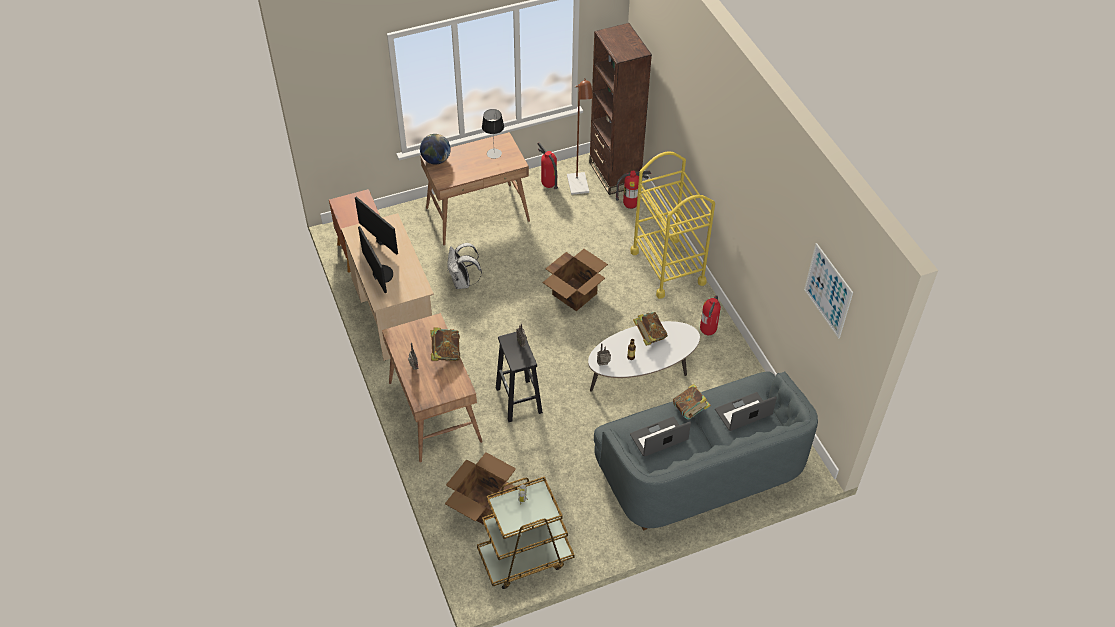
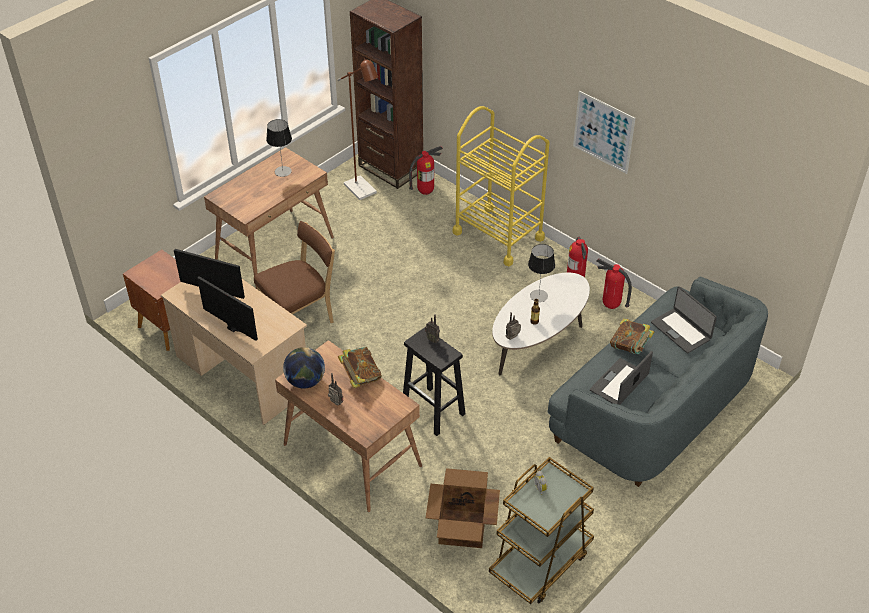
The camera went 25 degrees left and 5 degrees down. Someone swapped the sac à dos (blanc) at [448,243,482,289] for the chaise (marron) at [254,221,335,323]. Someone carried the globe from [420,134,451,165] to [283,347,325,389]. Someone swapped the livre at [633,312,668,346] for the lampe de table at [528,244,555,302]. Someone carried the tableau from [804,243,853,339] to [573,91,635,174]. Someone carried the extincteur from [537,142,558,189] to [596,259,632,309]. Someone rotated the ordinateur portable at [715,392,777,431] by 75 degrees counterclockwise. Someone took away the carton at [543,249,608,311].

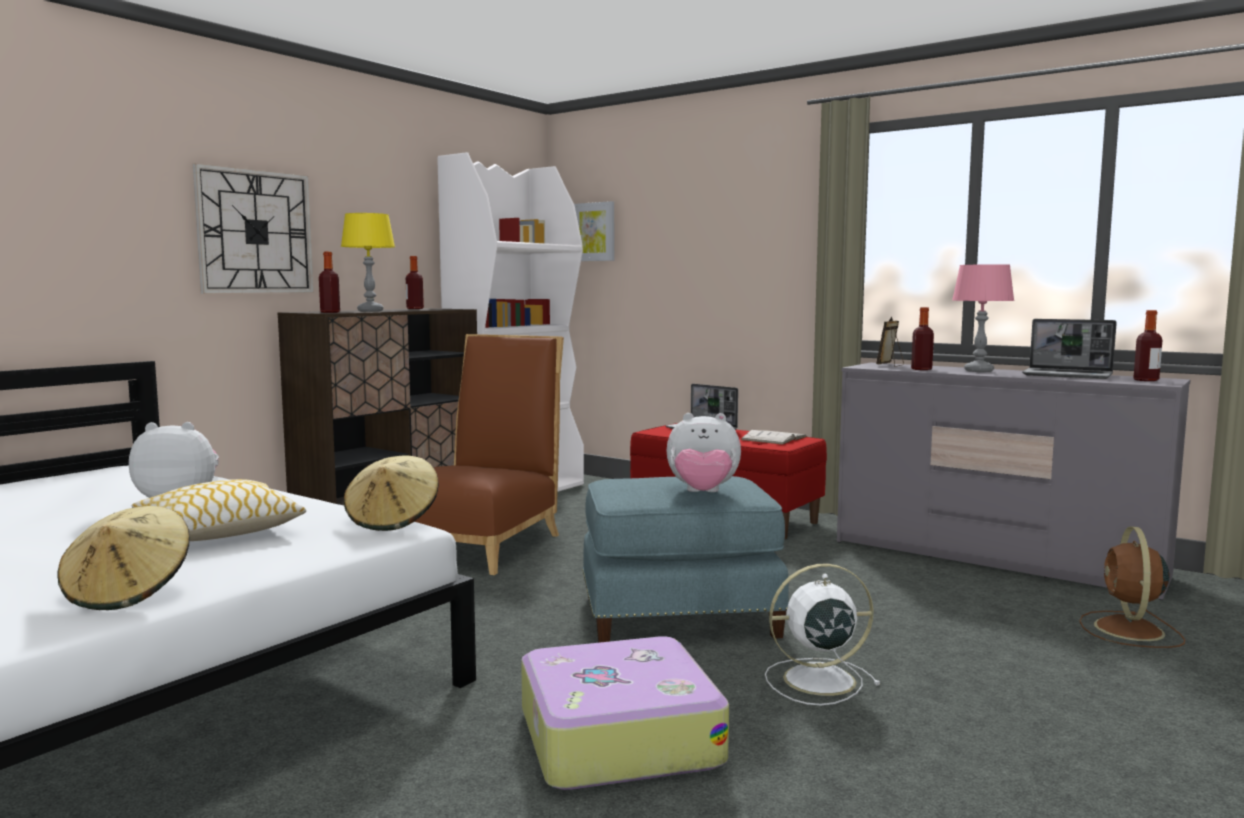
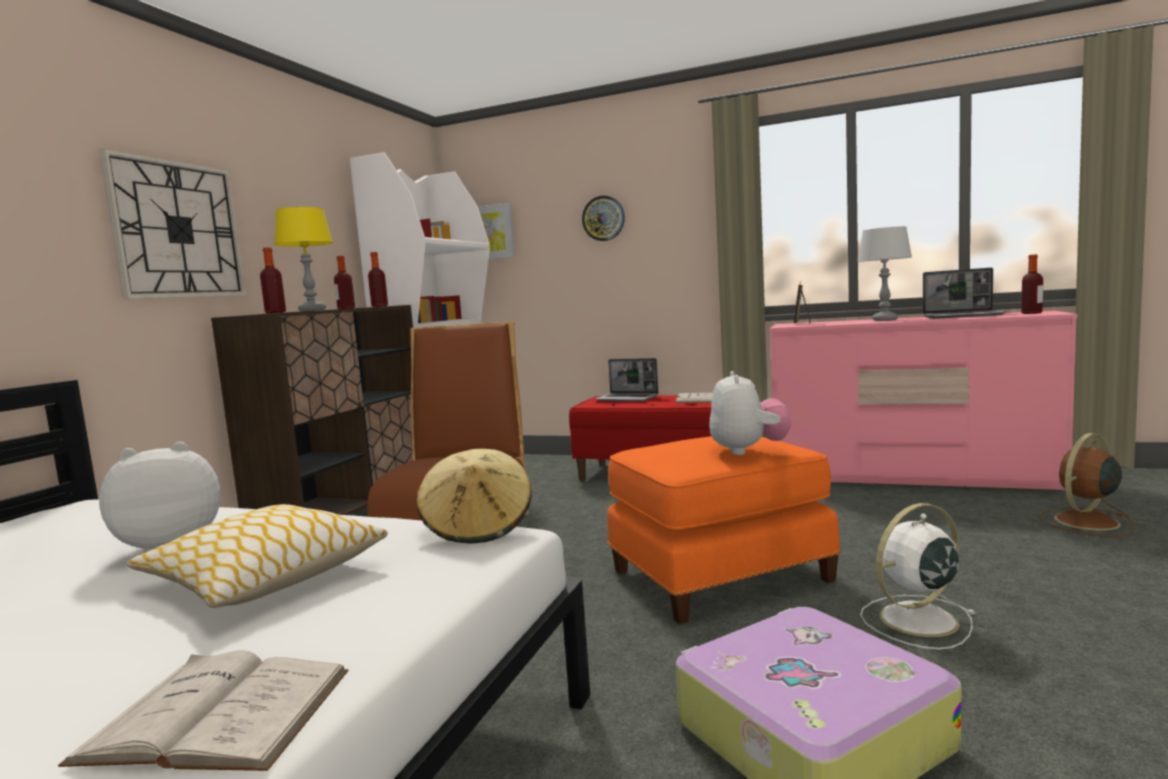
The camera went 15 degrees left and 0 degrees up. Someone swapped the chapeau (beige) at [57,506,190,610] for the livre (blanc) at [58,650,349,771]. Someone carried the bouteille from [911,307,934,370] to [368,252,388,307]. Someone put up the horloge murale at [582,196,625,241]. Someone repainted the pouf (bleu) at [583,476,789,643], which became the pouf (orange) at [607,436,840,624]. Someone rotated the peluche at [666,413,741,492] by 75 degrees counterclockwise. Someone repainted the commode (gris) at [837,363,1191,600], which became the commode (rose) at [769,311,1077,490]. Someone repainted the lampe de table (rose) at [952,264,1014,372], which became the lampe de table (gris) at [858,226,912,321]. Someone rotated the ventilateur (marron) at [1079,526,1185,648] by 60 degrees clockwise.

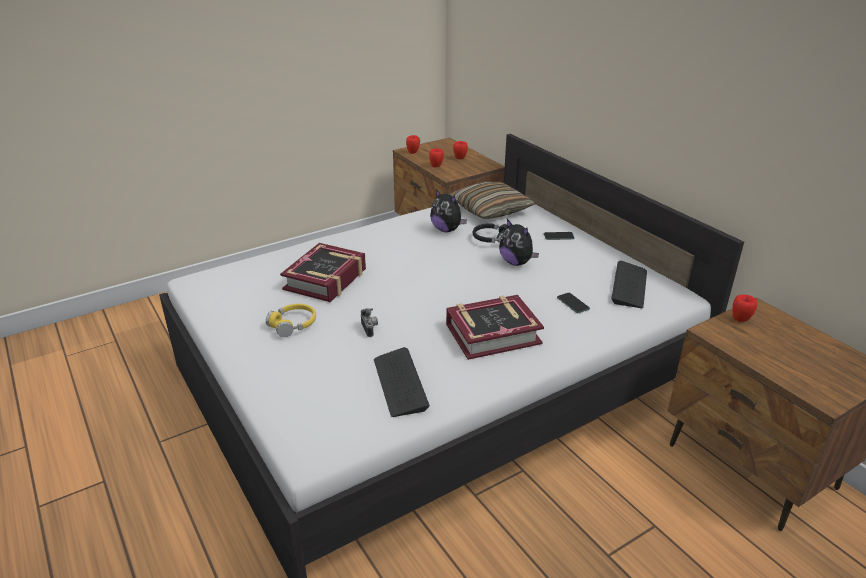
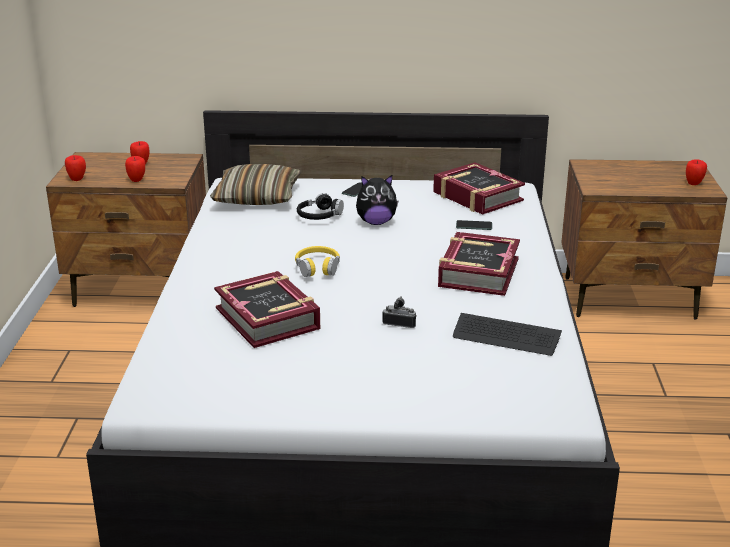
The camera went 55 degrees left and 5 degrees down. Someone carried the casque audio (jaune) from [266,304,316,337] to [295,246,340,277]. Someone swapped the clavier at [611,261,647,308] for the livre at [433,162,525,215]. Someone carried the pomme from [732,295,757,322] to [686,159,707,185]. Someone took away the peluche at [430,189,467,232].

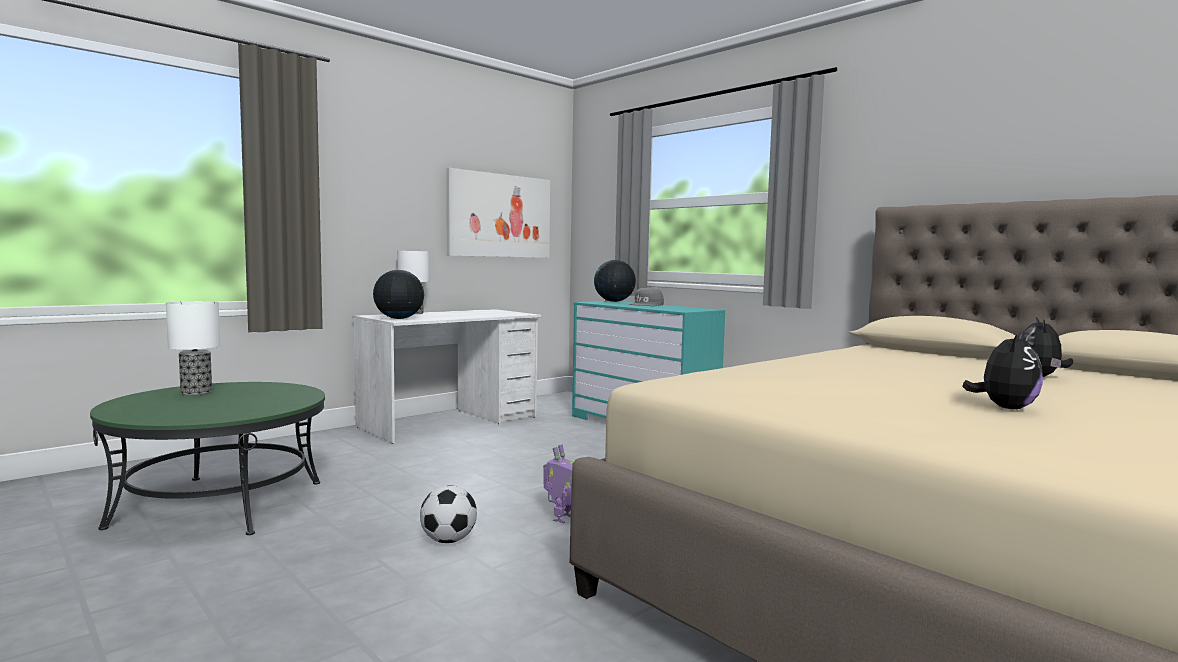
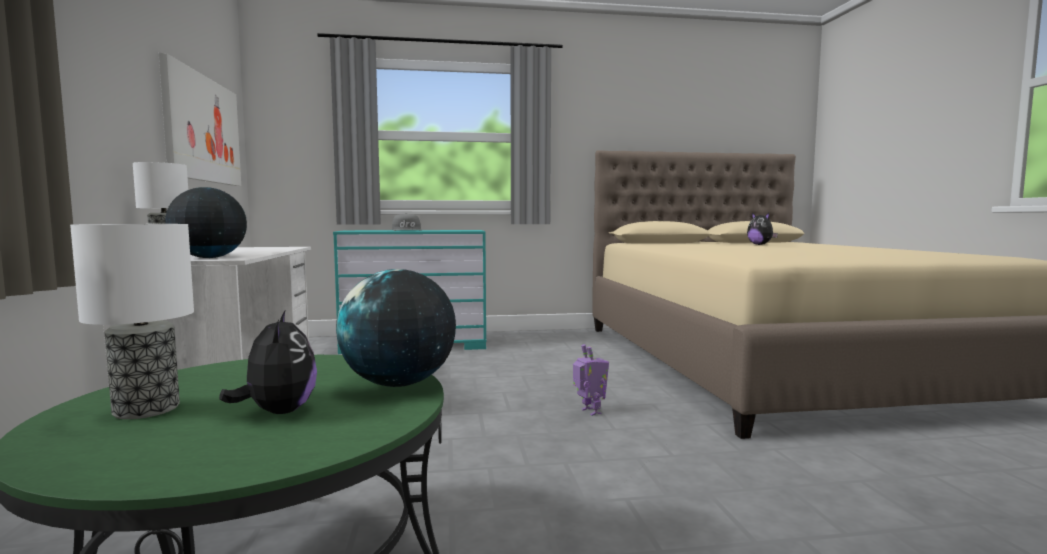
The camera went 55 degrees left and 0 degrees up. Someone carried the peluche from [962,332,1043,409] to [219,311,317,414]. Someone carried the globe from [594,260,636,302] to [336,269,456,387]. Someone took away the ballon de foot at [420,485,477,543].

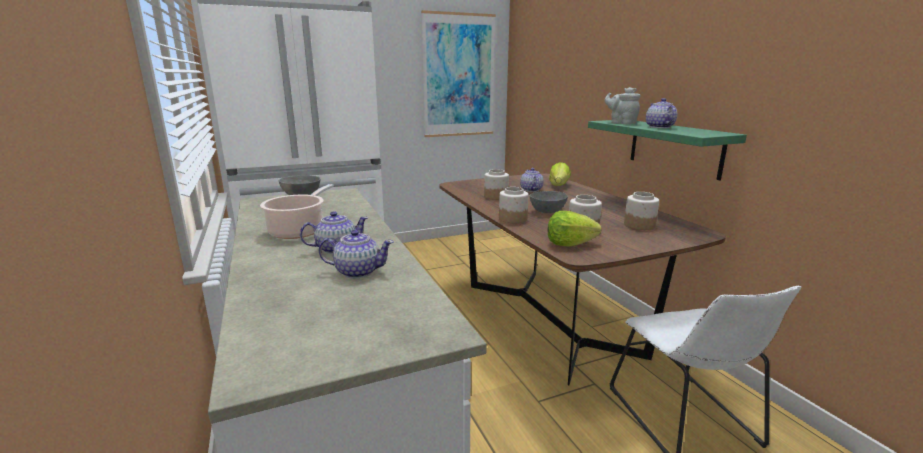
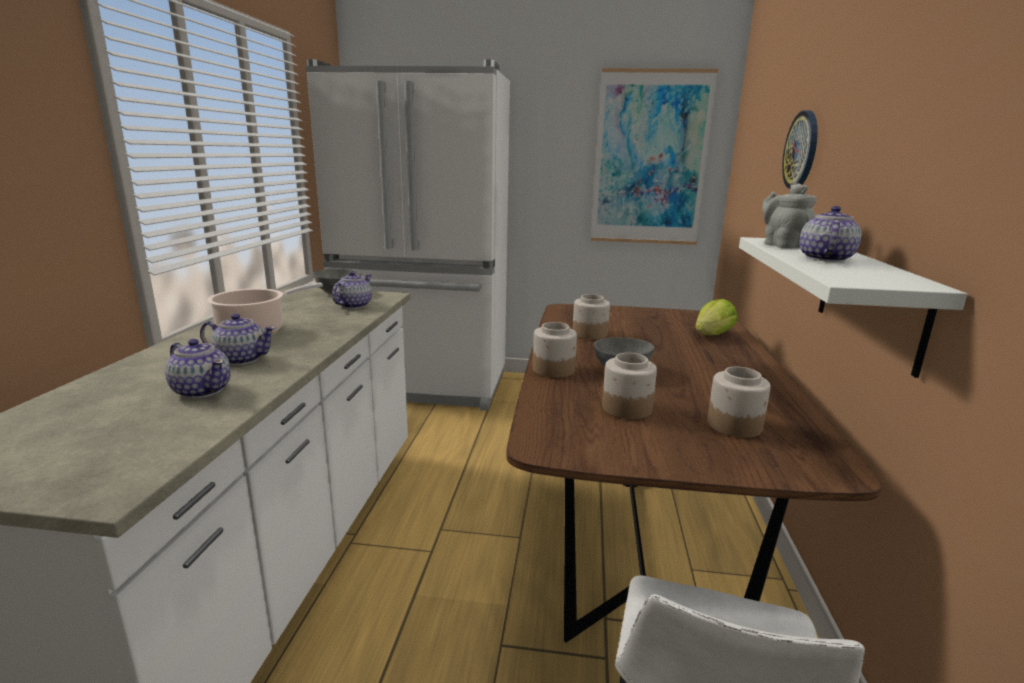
The camera went 30 degrees right and 0 degrees up. Someone carried the théière from [520,168,544,192] to [332,271,372,309]. Someone repainted the étagère (vert) at [588,120,747,180], which became the étagère (blanc) at [739,237,967,378]. Someone put up the horloge murale at [782,110,818,189]. Someone took away the laitue at [548,211,602,247].

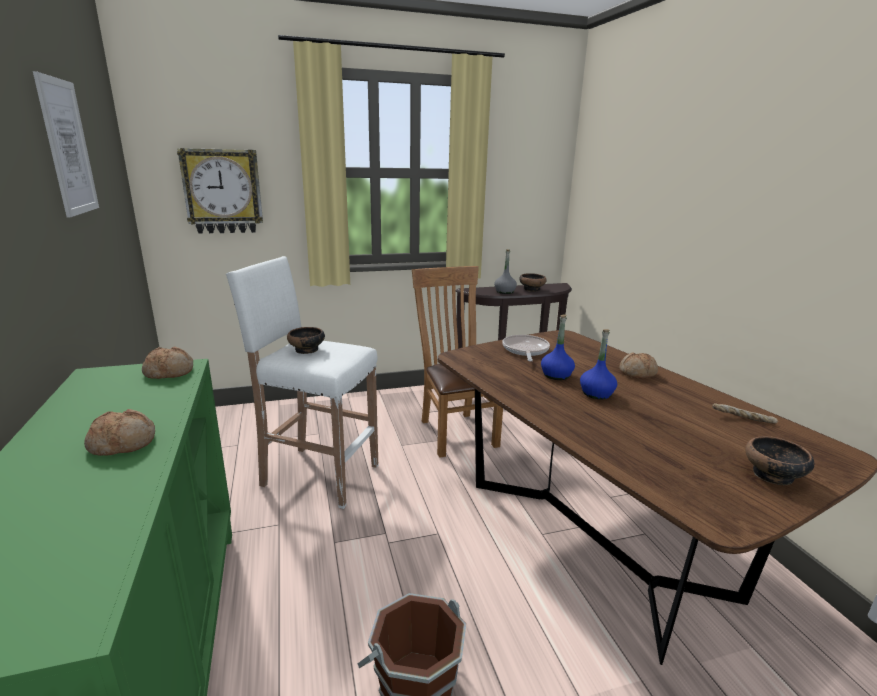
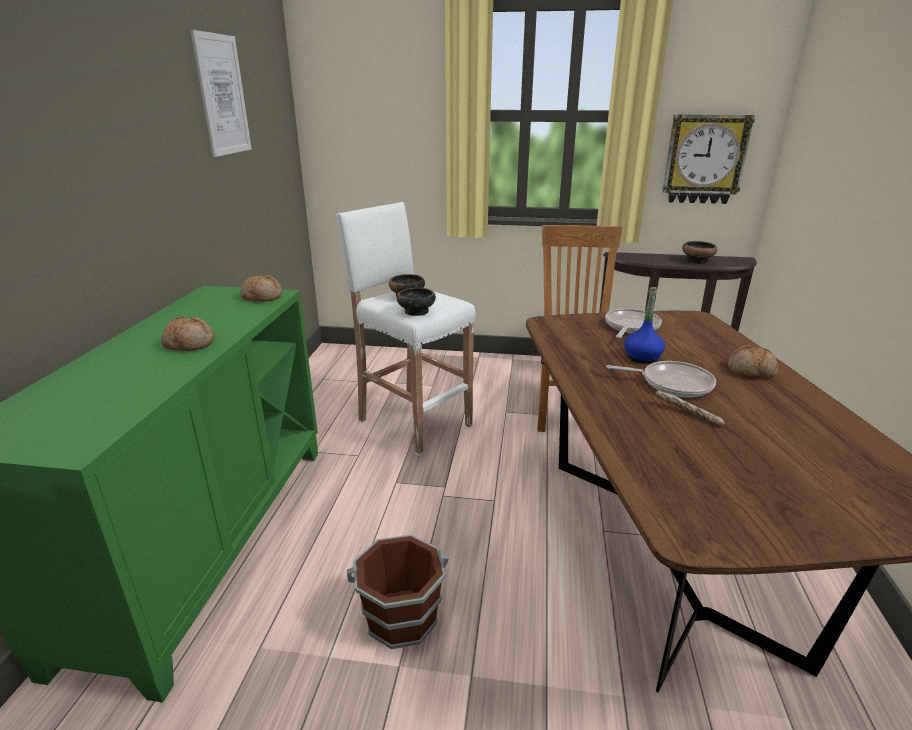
The camera went 25 degrees right and 5 degrees up. Someone carried the bol from [745,436,814,485] to [396,288,436,316]. Someone swapped the bouteille (bleu) at [580,329,617,399] for the poêle at [606,361,716,397]. Someone carried the pain from [712,403,778,424] to [655,390,725,426]. Someone carried the horloge murale from [177,148,263,234] to [662,115,755,204]. Someone took away the bouteille (gris) at [494,249,517,294].

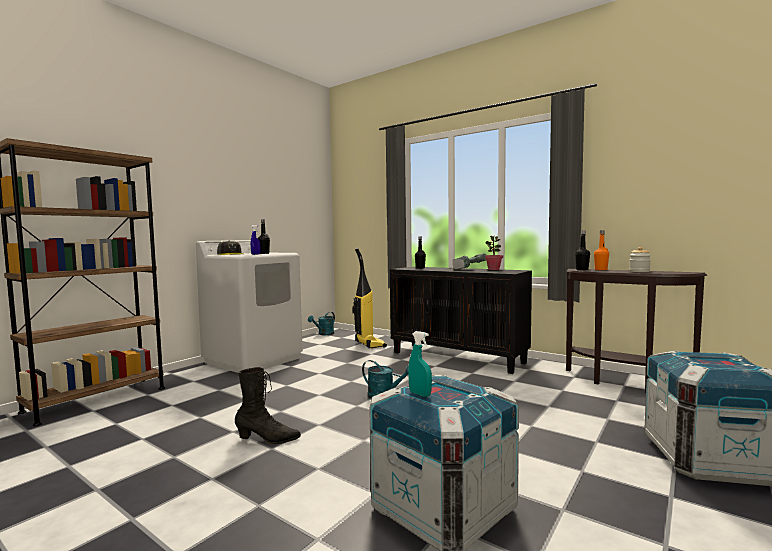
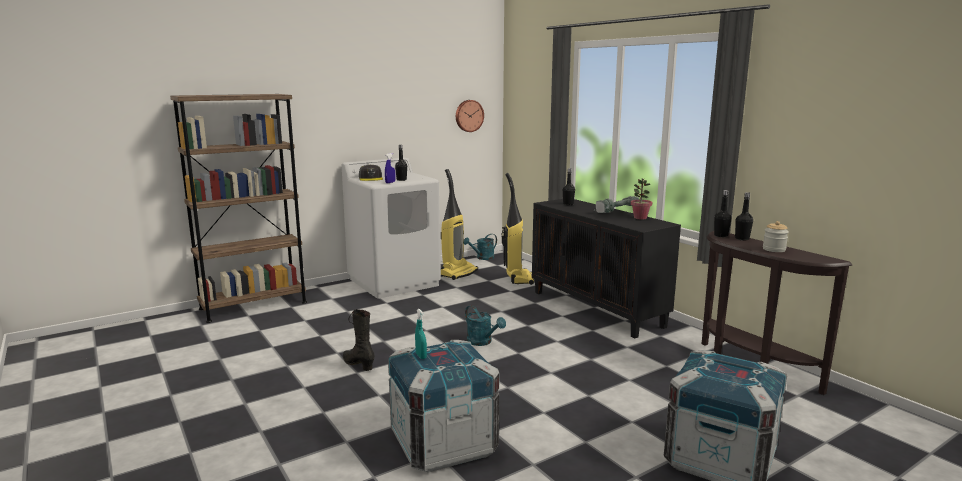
The camera went 20 degrees right and 10 degrees up. Someone rotated the botte (noir) at [235,367,301,444] by 150 degrees counterclockwise. Someone put down the aspirateur at [441,169,478,280]. Someone put up the horloge murale at [456,100,484,132]. Someone repainted the bouteille (orange) at [594,230,609,270], which became the bouteille (noir) at [735,192,753,240].

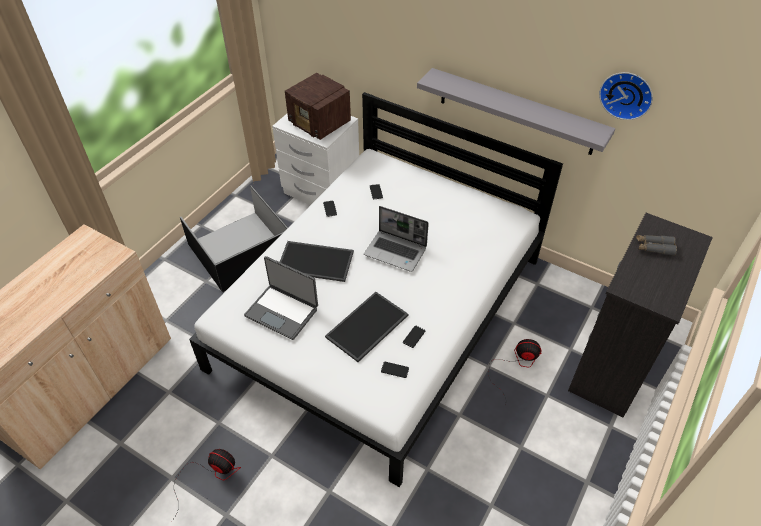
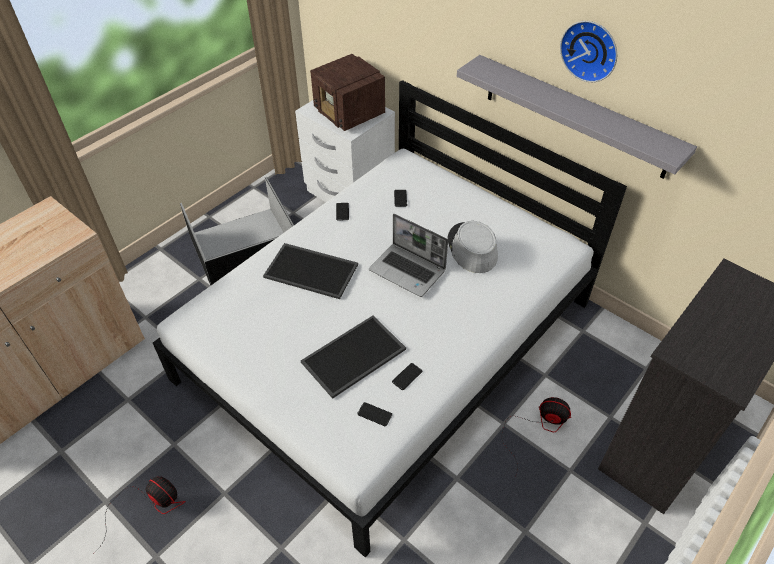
The camera went 10 degrees right and 0 degrees up. Someone put down the chapeau (gris) at [447,221,498,273]. Someone carried the horloge murale from [599,72,653,120] to [560,21,617,82]. Someone took away the ordinateur portable at [244,256,318,340]. Someone took away the jumelles (gris) at [636,235,677,256].

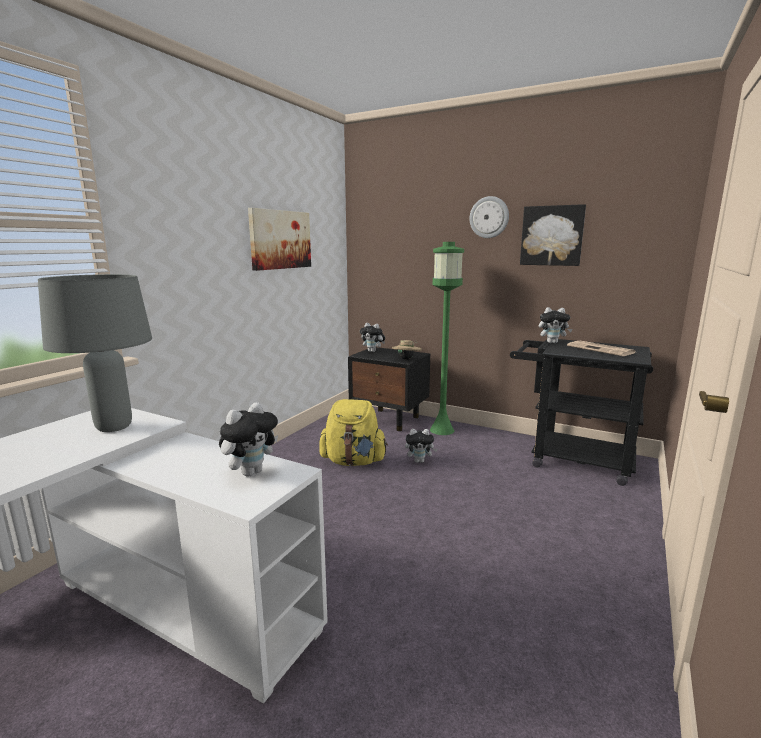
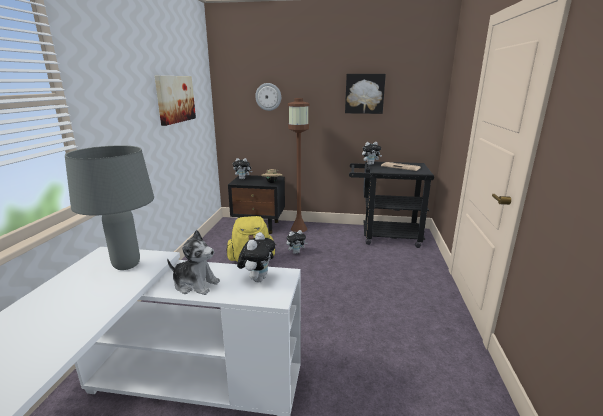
The camera went 20 degrees left and 5 degrees up. Someone put down the peluche at [167,230,220,295]. Someone carried the horloge murale from [470,196,509,238] to [255,83,281,111]. Someone repainted the lampadaire (vert) at [430,242,464,435], which became the lampadaire (marron) at [288,98,309,232].

